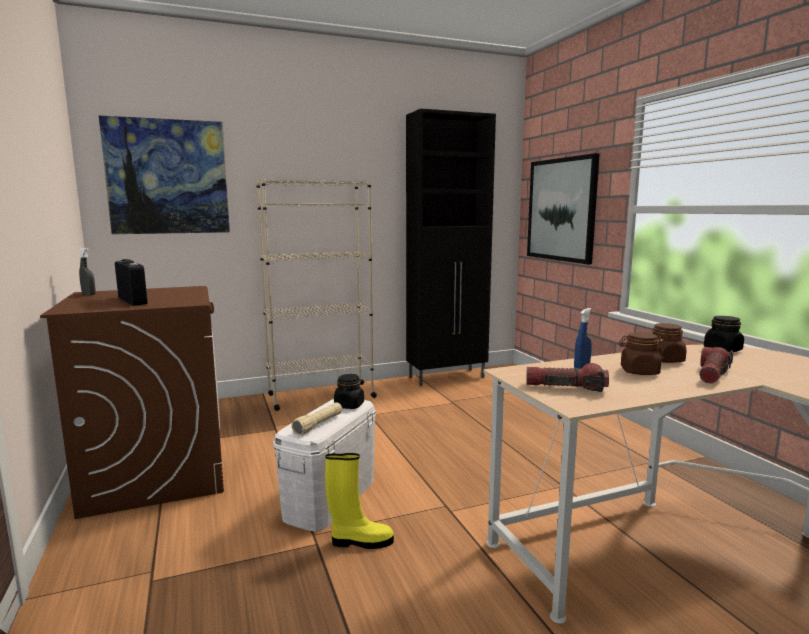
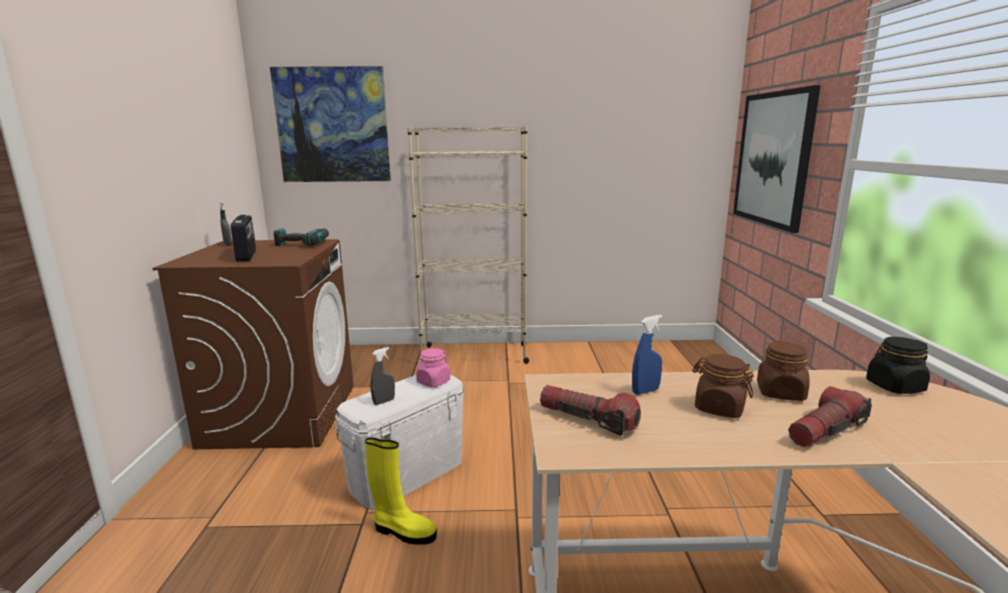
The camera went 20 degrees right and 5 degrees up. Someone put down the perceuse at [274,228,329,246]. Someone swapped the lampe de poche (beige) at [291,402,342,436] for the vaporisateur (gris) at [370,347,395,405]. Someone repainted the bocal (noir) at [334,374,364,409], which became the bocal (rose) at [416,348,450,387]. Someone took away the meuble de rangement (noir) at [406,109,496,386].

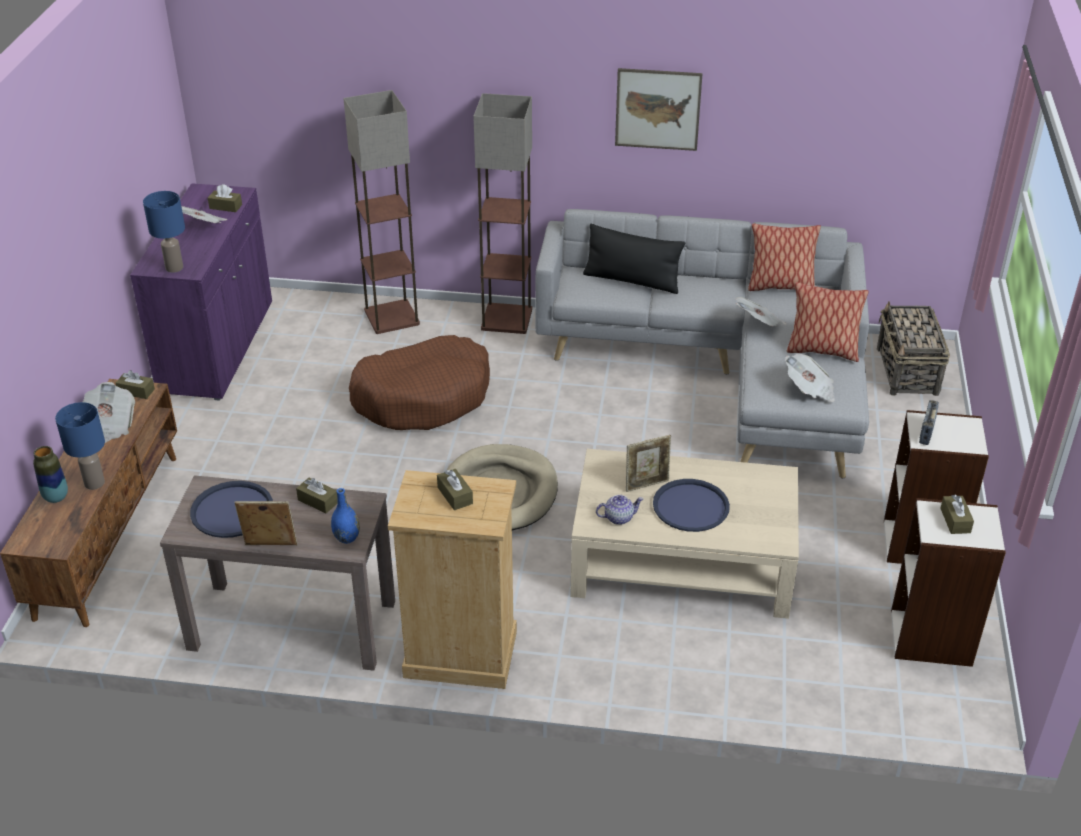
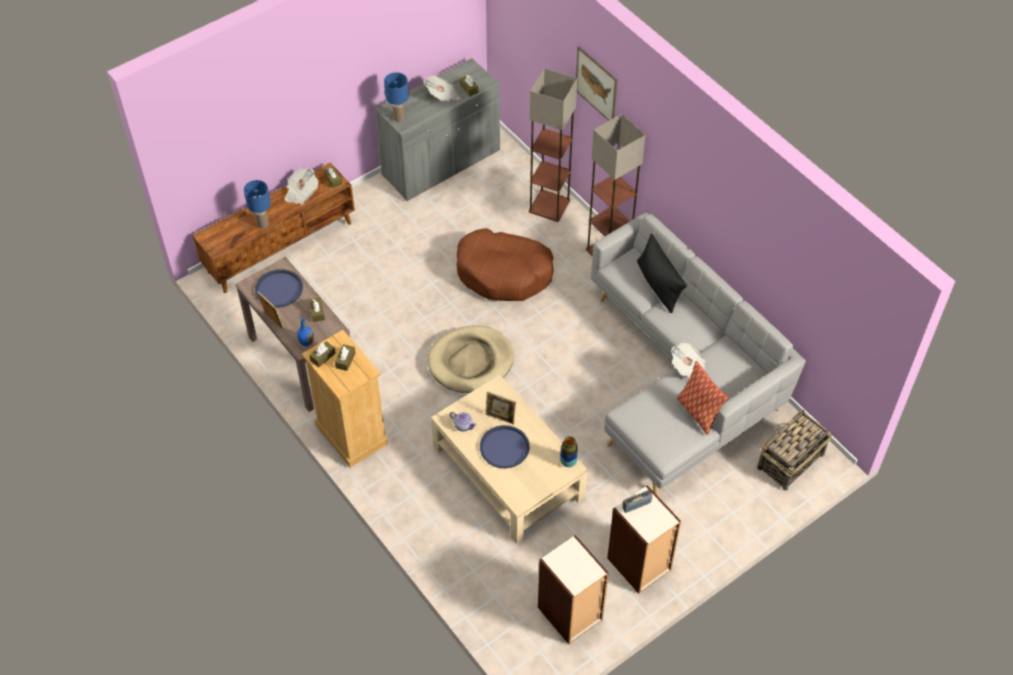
The camera went 45 degrees right and 15 degrees up. Someone carried the boîte à mouchoirs (marron) from [940,495,974,534] to [309,341,336,367]. Someone repainted the meuble de rangement (violet) at [130,183,272,401], which became the meuble de rangement (gris) at [375,58,500,201]. Someone carried the vase from [33,446,68,503] to [560,436,578,467]. Someone carried the tableau from [615,68,703,151] to [576,47,617,121]. Someone took away the coussin at [748,223,821,291]. Someone took away the journal at [785,354,835,402].

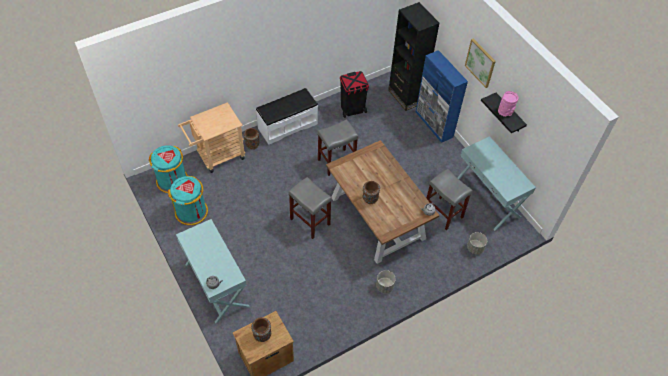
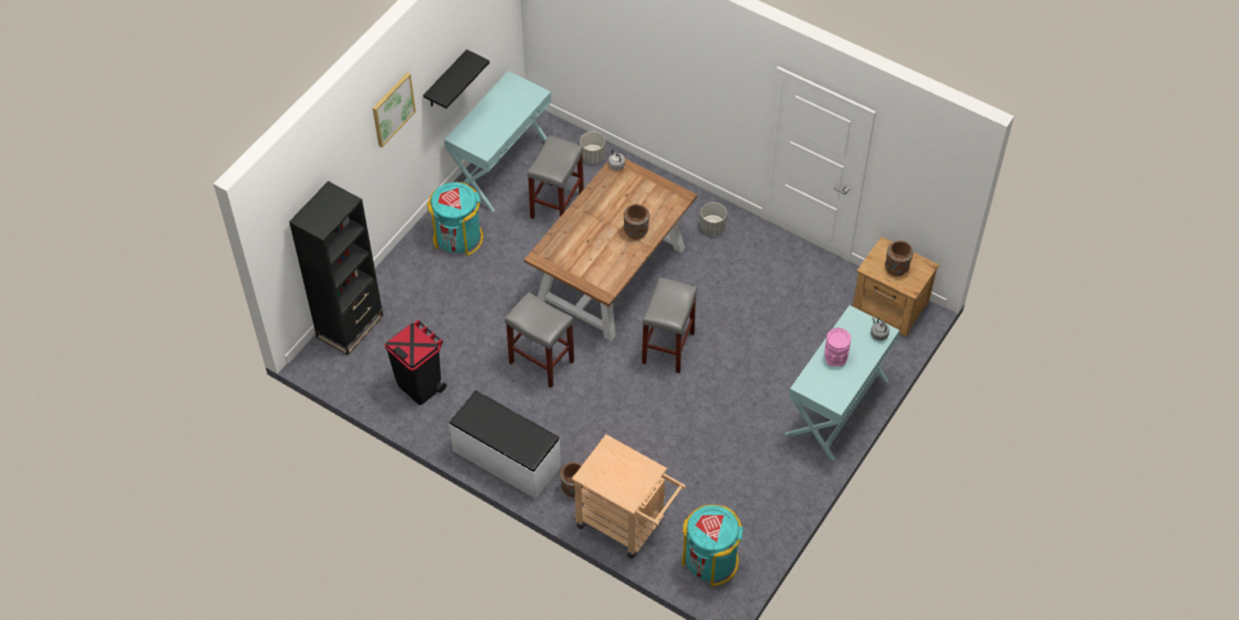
The camera went 115 degrees left and 0 degrees up. Someone carried the poubelle (turquoise) from [168,176,208,225] to [427,182,483,256]. Someone carried the vase (rose) from [498,91,519,117] to [825,328,851,366]. Someone took away the meuble de rangement (bleu) at [416,50,468,143].

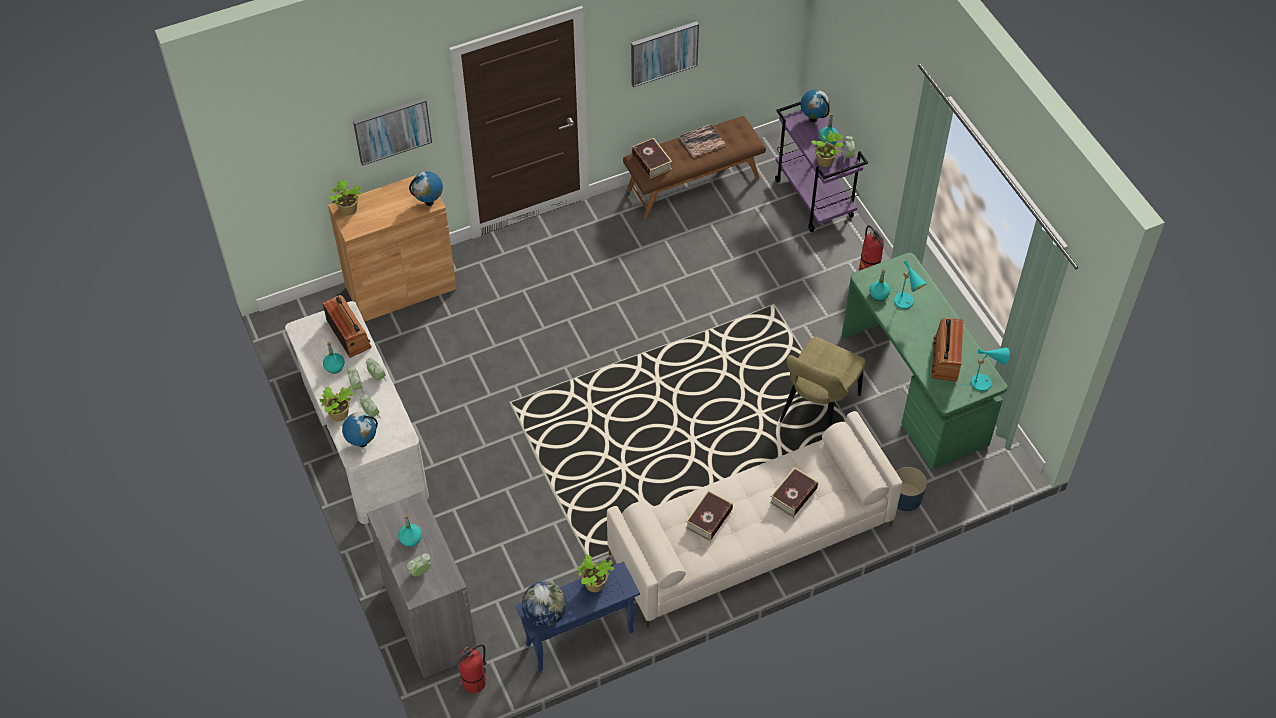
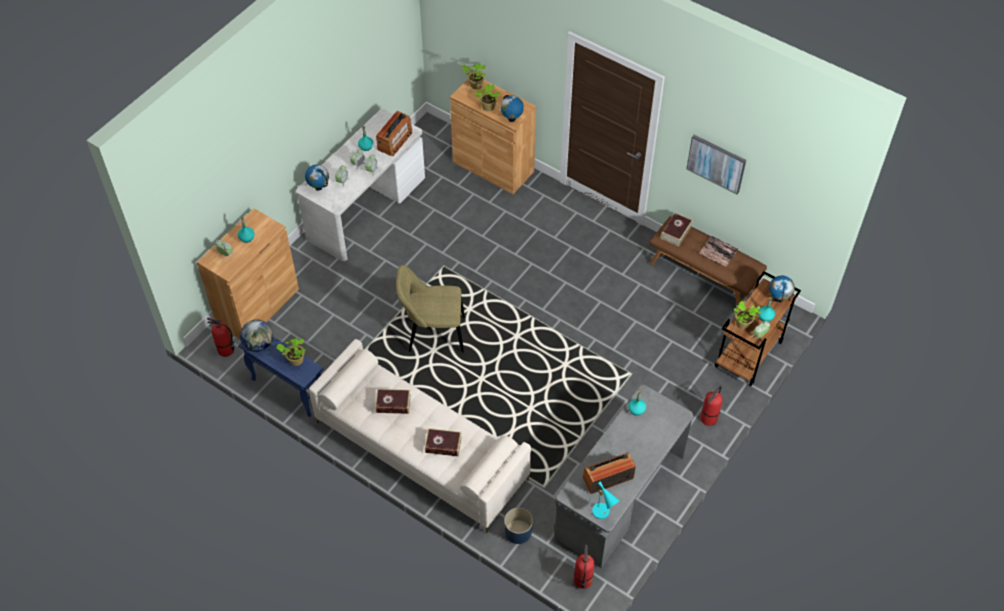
The camera went 60 degrees right and 0 degrees up. Someone repainted the meuble de rangement (gris) at [367,492,477,678], which became the meuble de rangement (marron) at [197,208,299,339]. Someone carried the chaise (beige) from [780,337,866,429] to [396,265,465,353]. Someone carried the plante en pot from [319,387,354,422] to [474,84,500,111]. Someone repainted the bureau (vert) at [842,253,1008,469], which became the bureau (gris) at [554,385,693,568]. Someone put down the extincteur at [574,545,594,589]. Someone repainted the chariot (violet) at [775,102,868,232], which became the chariot (marron) at [715,271,801,386]. Someone took away the tableau at [353,98,432,166]. Someone took away the lampe de table (turquoise) at [892,260,927,309].

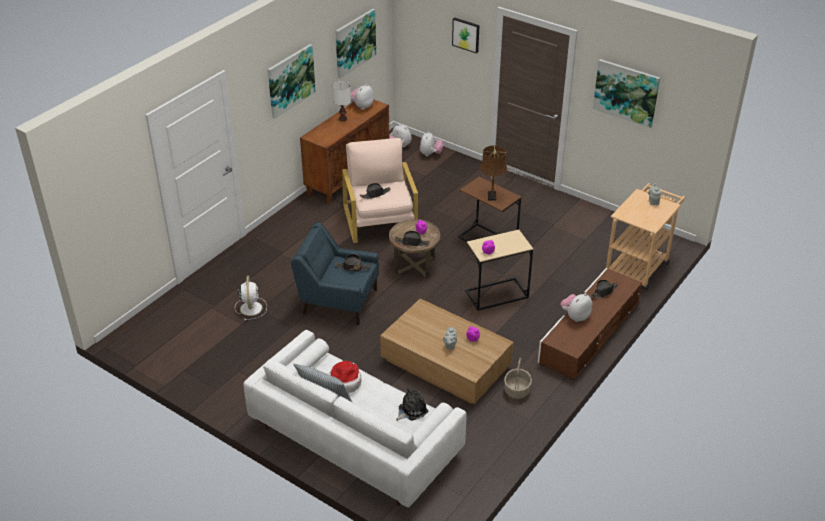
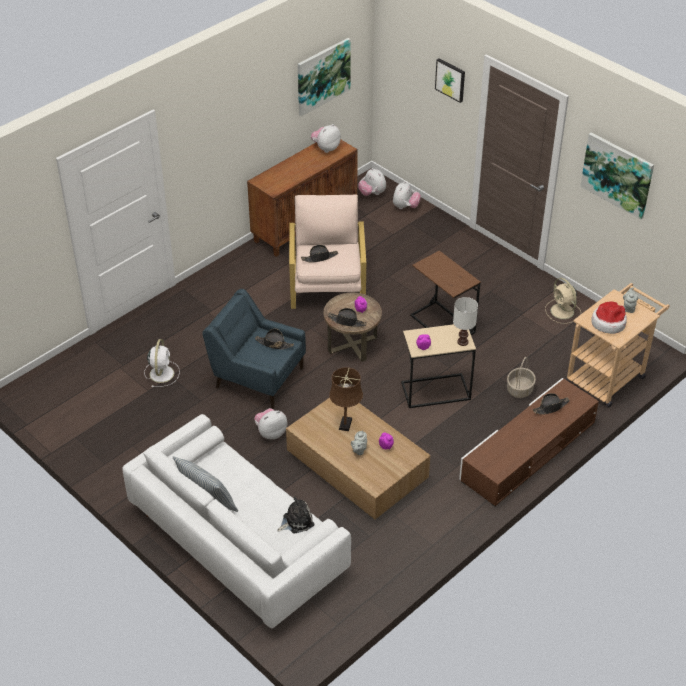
The camera went 10 degrees right and 5 degrees up. Someone carried the peluche from [560,293,592,322] to [254,408,287,439]. Someone carried the lampe de table (marron) from [480,145,507,201] to [329,367,363,431]. Someone carried the lampe de table (blanc) from [332,81,351,121] to [453,297,478,346]. Someone carried the panier from [504,358,532,399] to [507,357,536,398]. Someone put down the ventilateur (beige) at [545,278,581,324]. Someone carried the chapeau from [328,361,361,393] to [591,301,627,334]. Someone took away the tableau at [268,44,316,119].

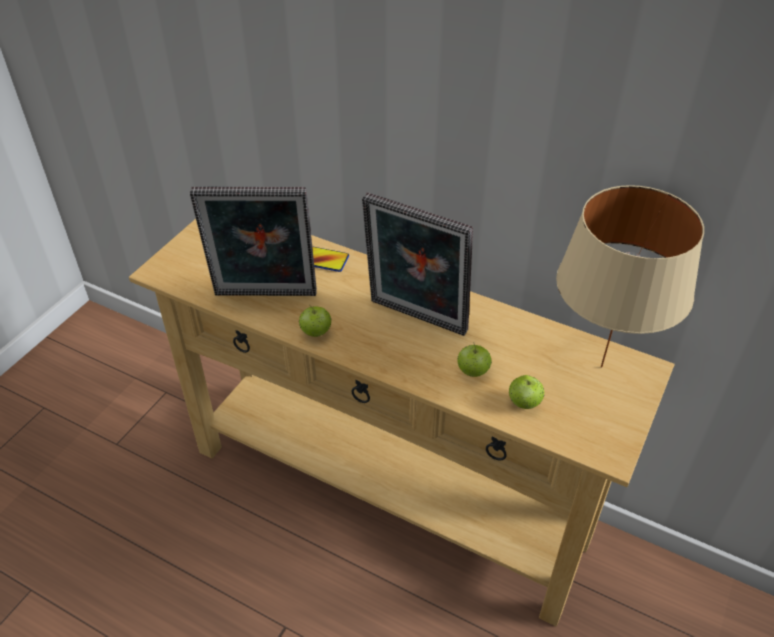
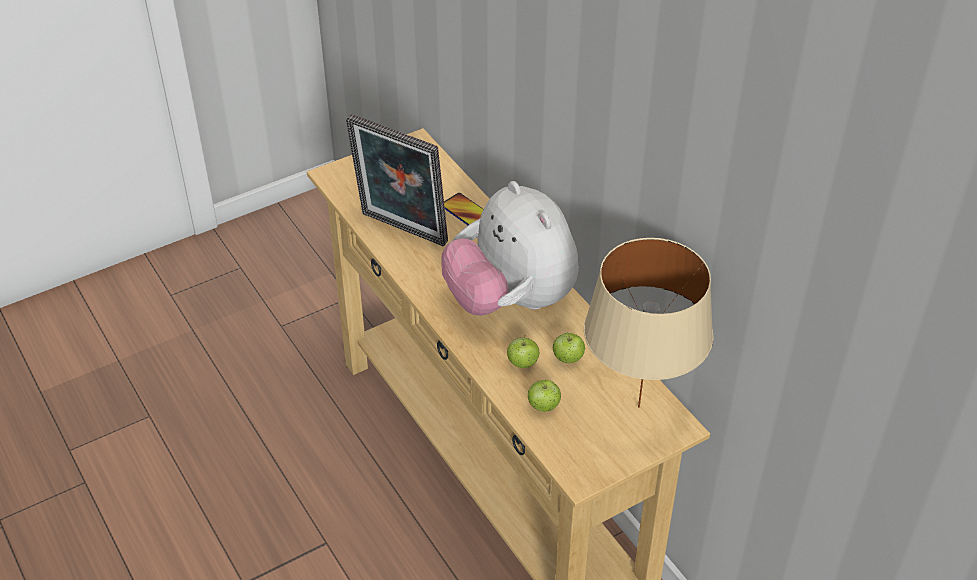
The camera went 30 degrees right and 0 degrees up. Someone swapped the cadre photo at [362,193,473,336] for the peluche at [441,181,579,316]. Someone carried the pomme from [299,306,332,337] to [553,331,585,363].

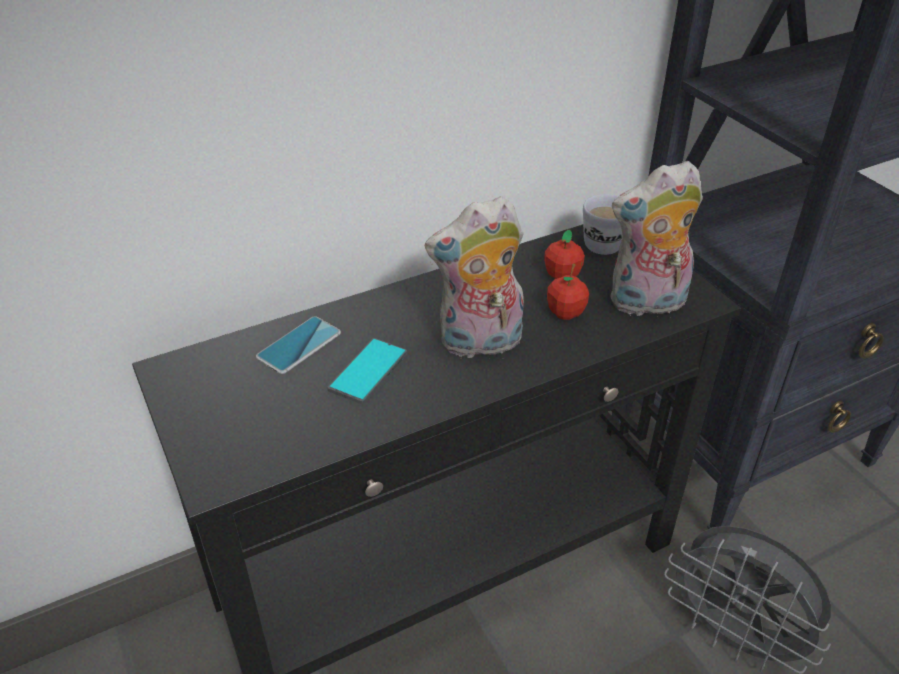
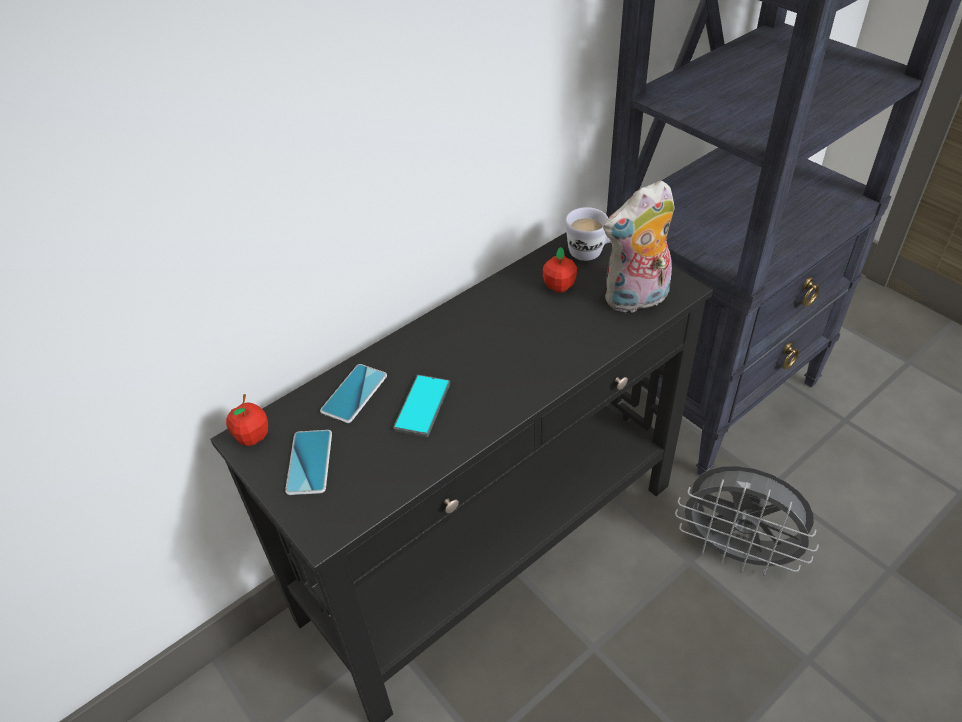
The camera went 10 degrees left and 5 degrees up. Someone carried the pomme from [547,264,589,320] to [226,394,268,446]. Someone put down the téléphone at [285,430,332,495]. Someone took away the peluche at [425,196,524,358].

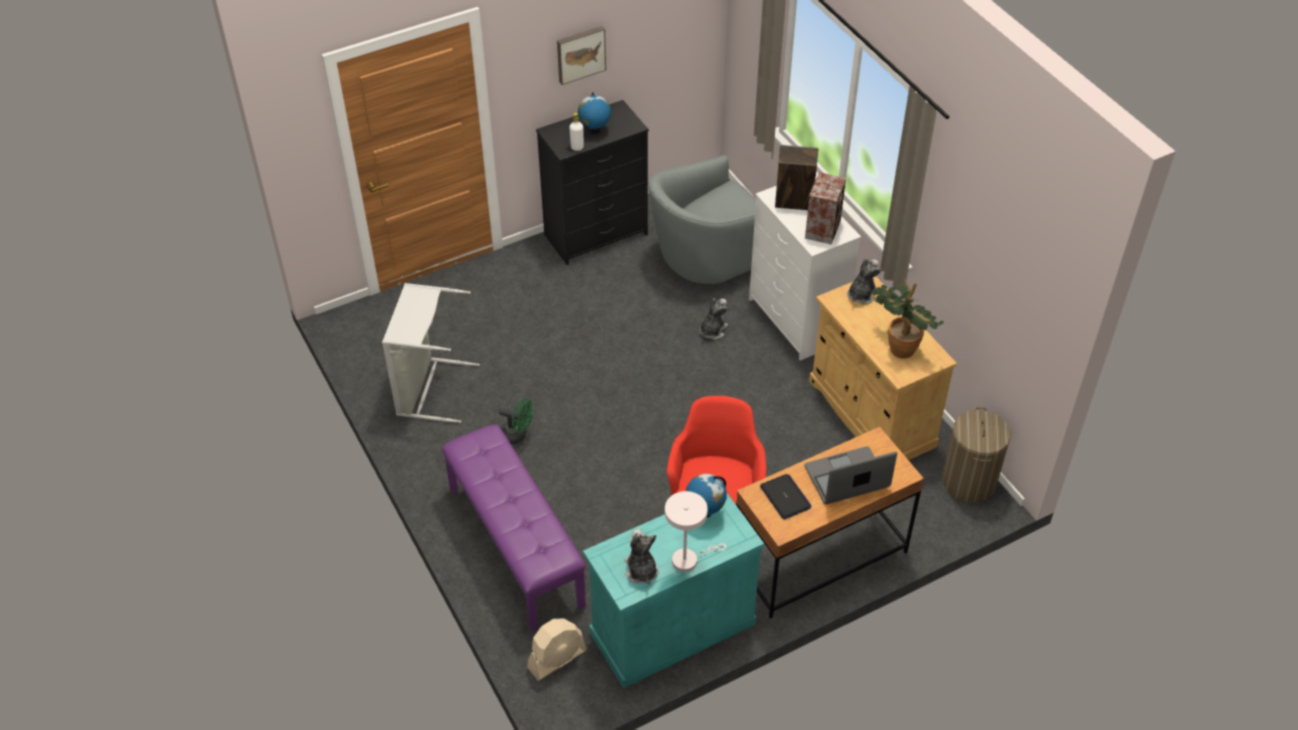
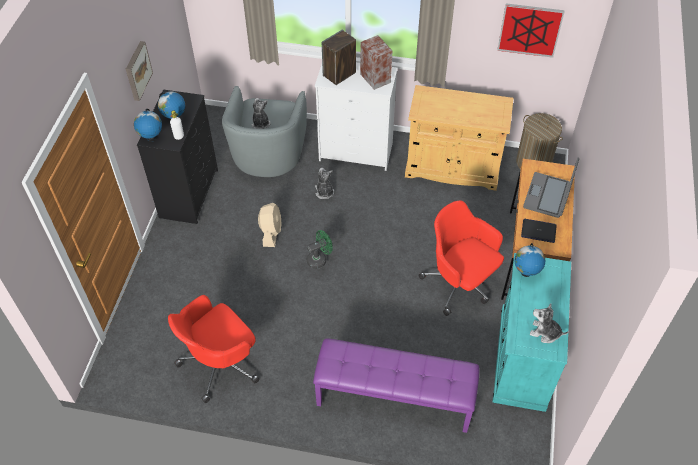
The camera went 50 degrees left and 5 degrees up. Someone put down the globe at [134,109,162,142]. Someone swapped the panier à linge (gris) at [382,283,480,423] for the chaise de bureau (rouge) at [168,295,259,403]. Someone carried the peluche from [847,258,882,304] to [251,98,271,129]. Someone carried the ventilateur (beige) from [527,619,586,681] to [258,203,282,247]. Someone carried the ventilateur (vert) from [498,398,533,444] to [307,230,333,269]. Someone put up the tableau at [497,3,565,58]. Someone took away the lampe de table (blanc) at [665,491,726,572]. Someone took away the plante en pot at [872,279,944,359].

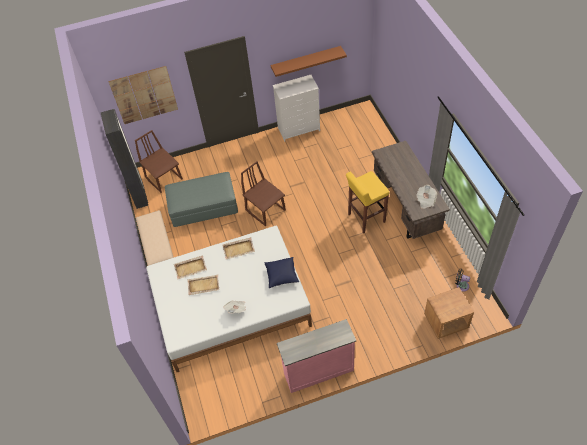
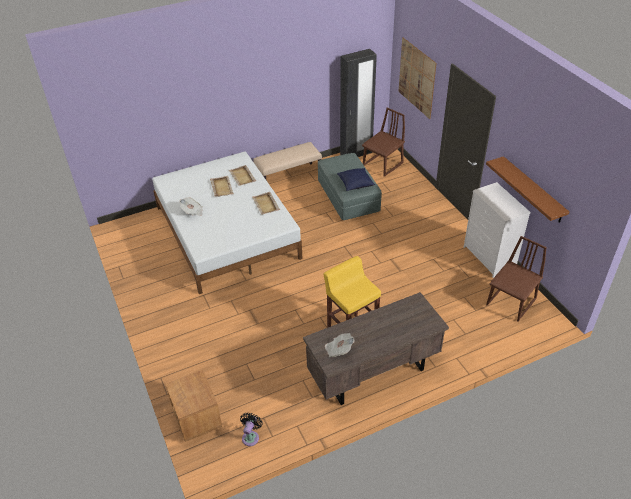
The camera went 80 degrees right and 10 degrees down. Someone carried the coussin (bleu) from [265,257,299,288] to [337,168,375,191]. Someone carried the chaise (marron) from [241,161,286,227] to [486,236,547,322]. Someone took away the commode (rose) at [277,319,356,393].

